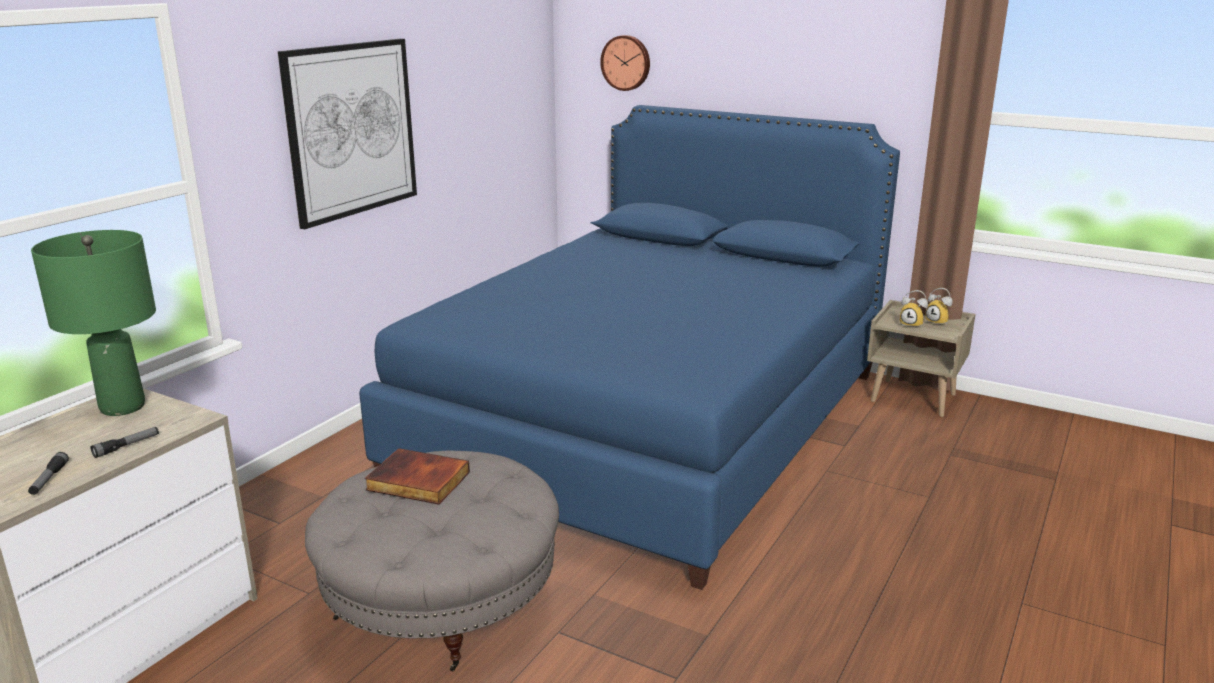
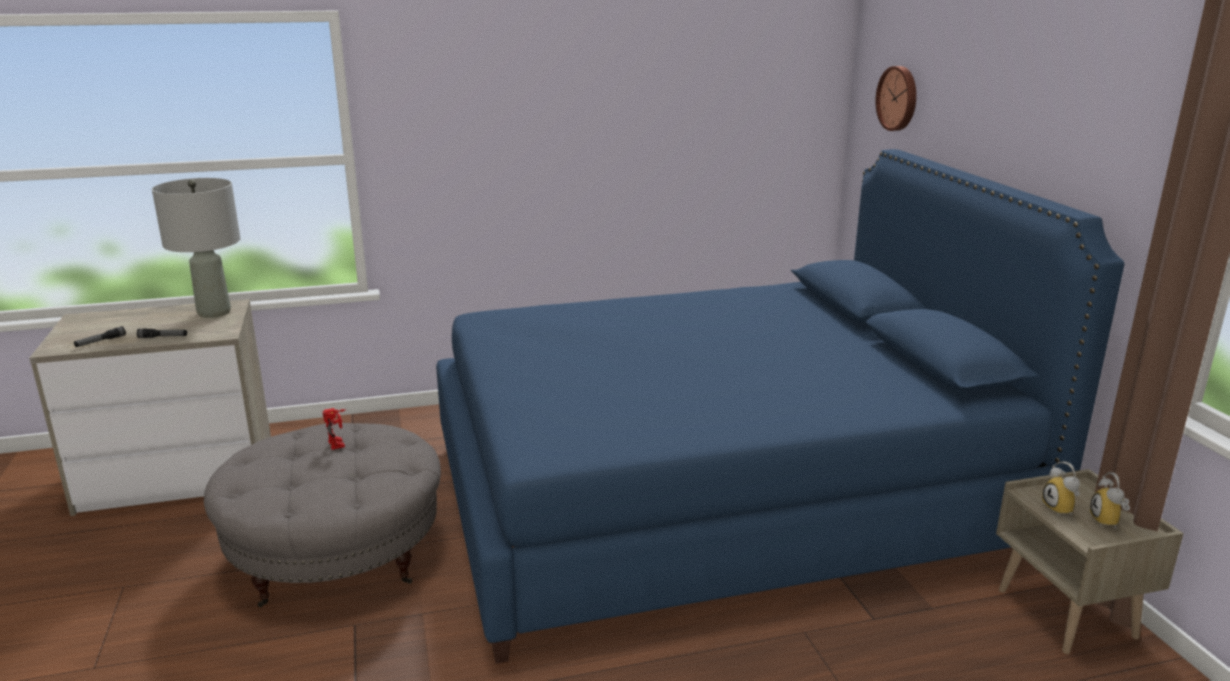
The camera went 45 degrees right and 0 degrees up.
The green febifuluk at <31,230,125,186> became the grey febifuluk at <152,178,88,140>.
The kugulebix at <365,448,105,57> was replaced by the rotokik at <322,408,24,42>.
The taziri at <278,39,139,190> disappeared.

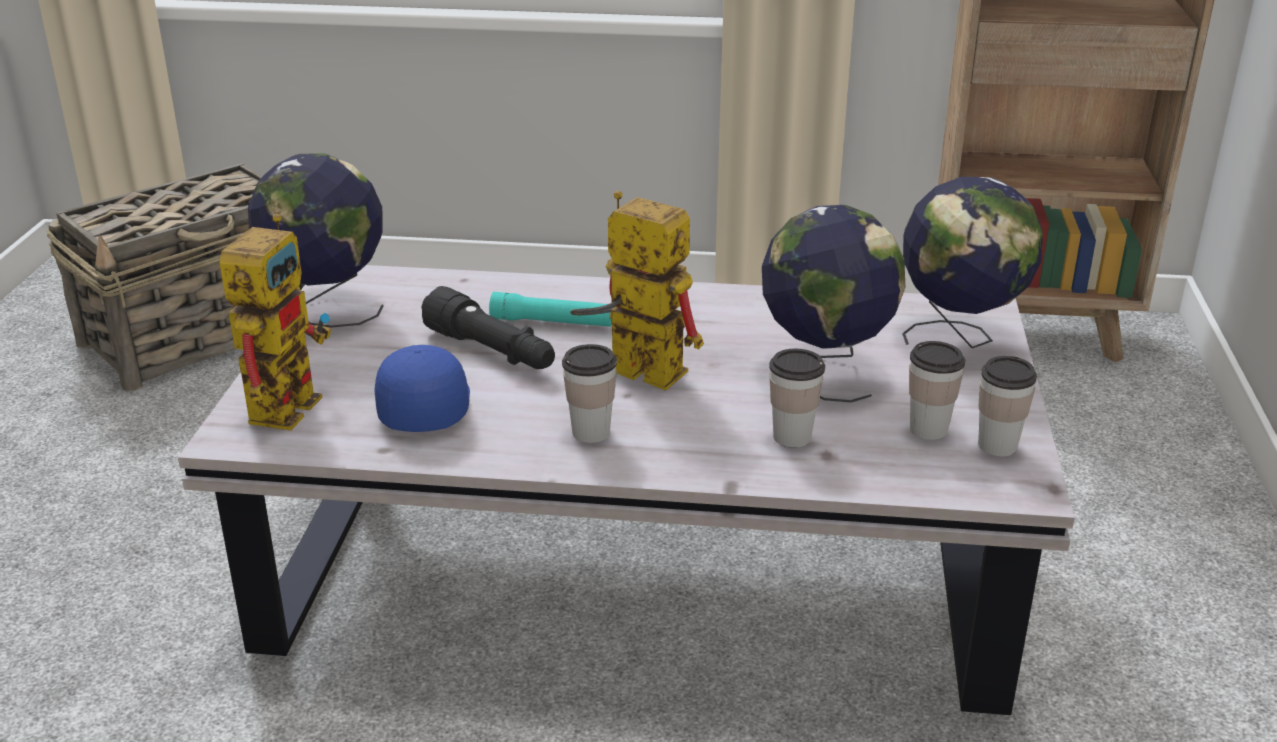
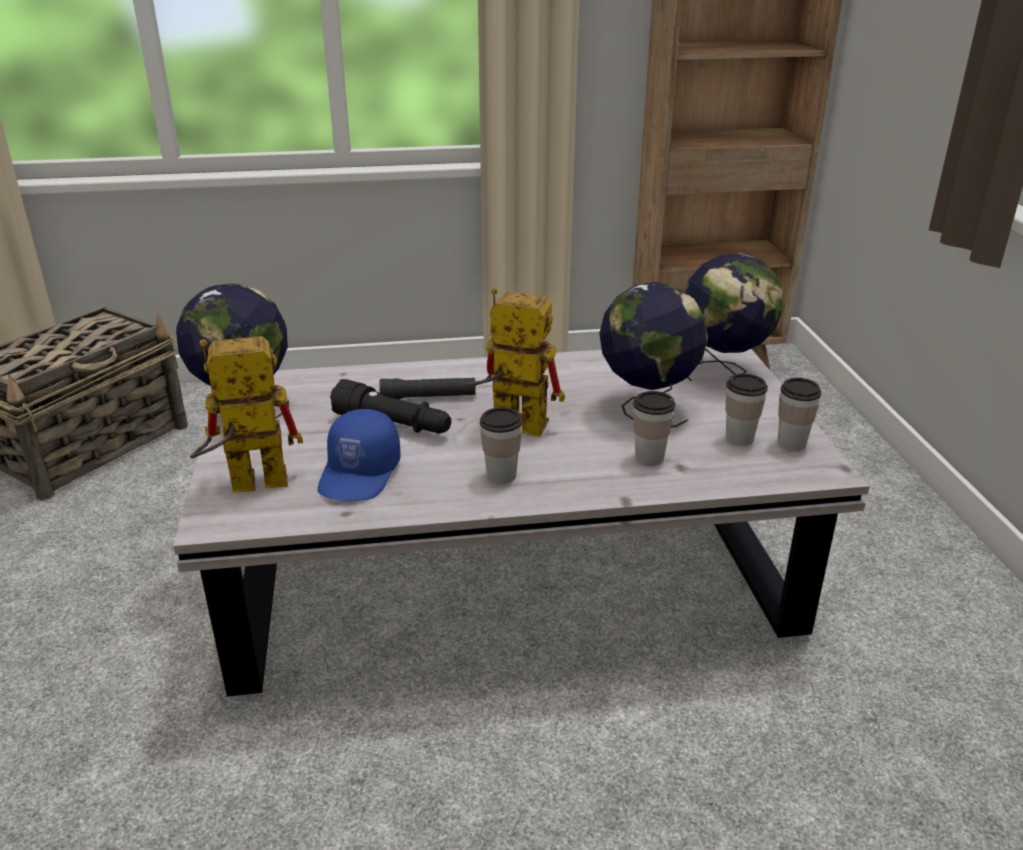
The camera went 15 degrees left and 0 degrees up.
The rotokik at <220,214,111,217> turned 105 degrees counterclockwise.
The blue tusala at <375,345,95,87> turned 150 degrees counterclockwise.
The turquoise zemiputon at <489,292,123,35> became the black zemiputon at <379,378,97,21>.

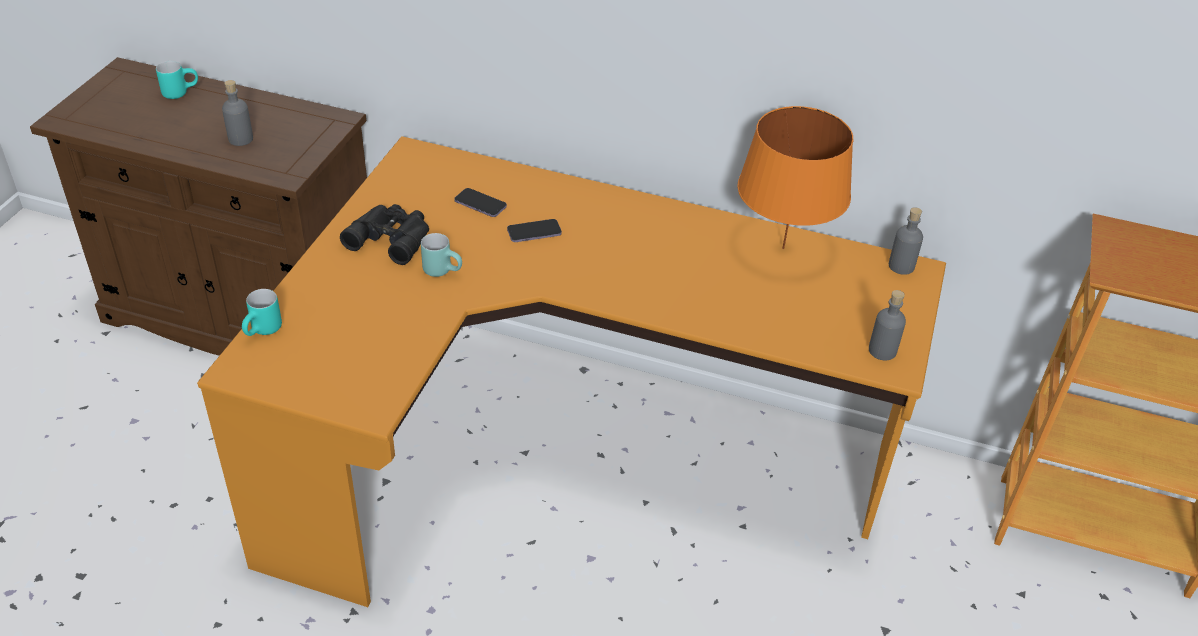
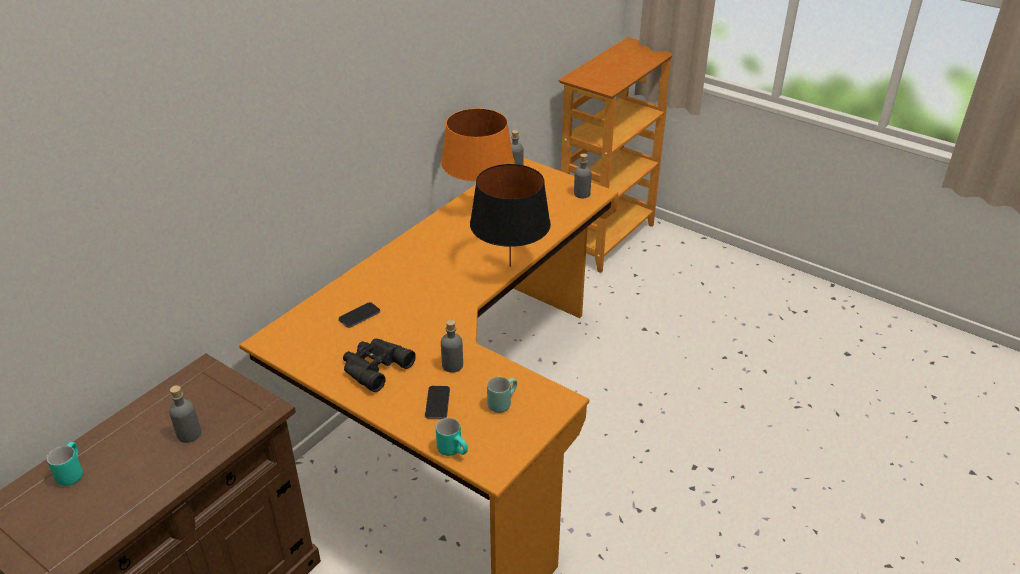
The camera went 70 degrees left and 5 degrees down.
The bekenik moved from <507,219,55,23> to <425,386,25,33>.
The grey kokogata at <441,319,22,54> appeared.
The black febifuluk at <470,164,81,103> appeared.
The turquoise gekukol moved from <421,233,41,44> to <487,377,30,36>.

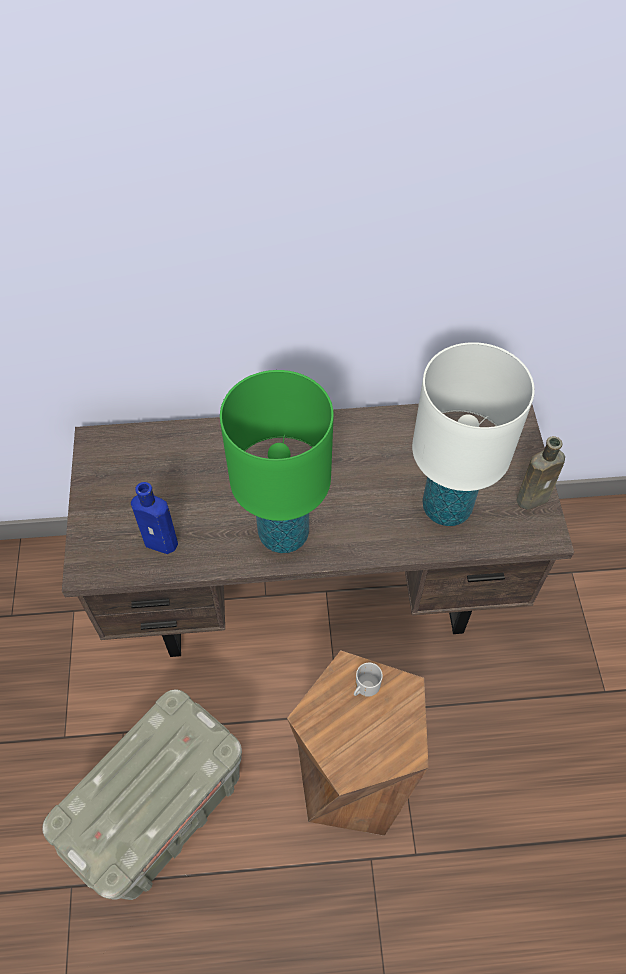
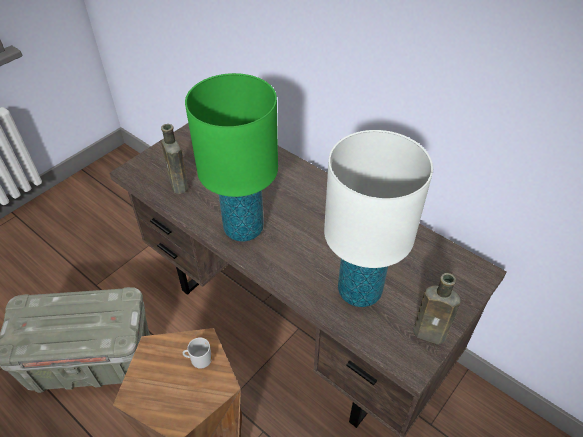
The camera went 45 degrees right and 10 degrees down.
The blue kokogata at <131,482,47,72> became the brown kokogata at <161,124,27,70>.

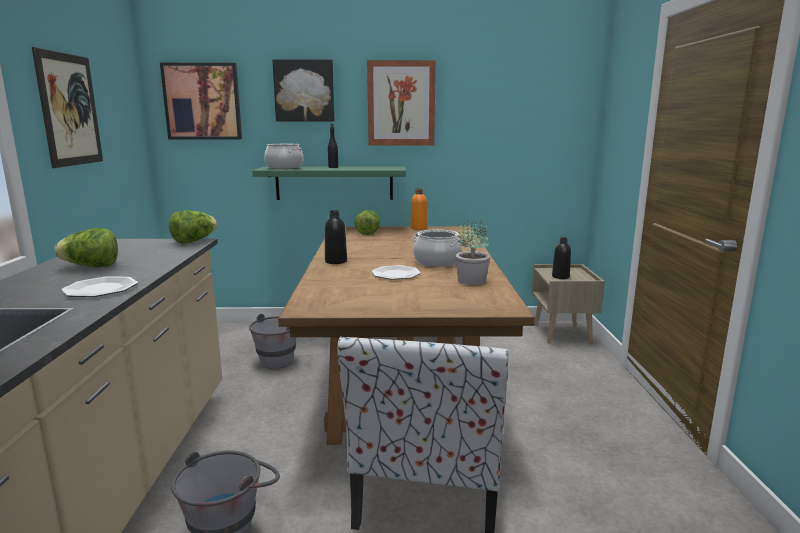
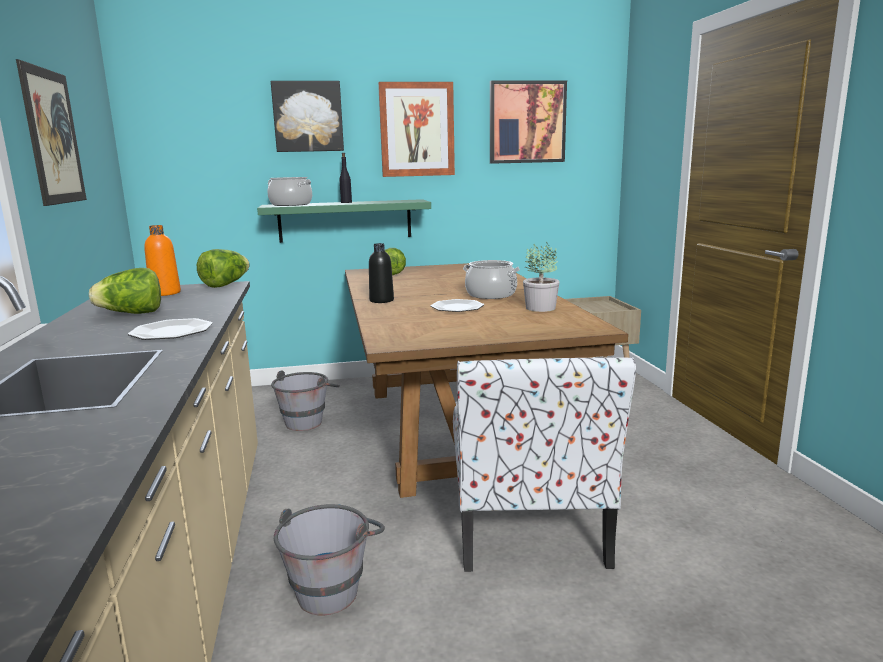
The camera went 10 degrees left and 0 degrees up.
The orange kokogata moved from <410,188,17,42> to <144,225,37,71>.
The taziri moved from <160,63,82,76> to <490,80,77,84>.
The black kokogata at <552,237,19,42> disappeared.

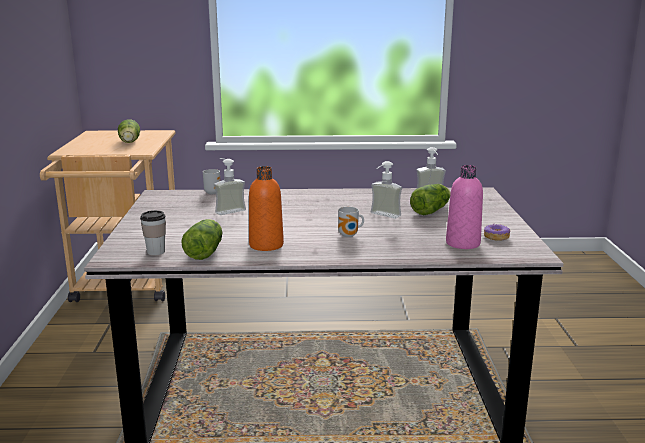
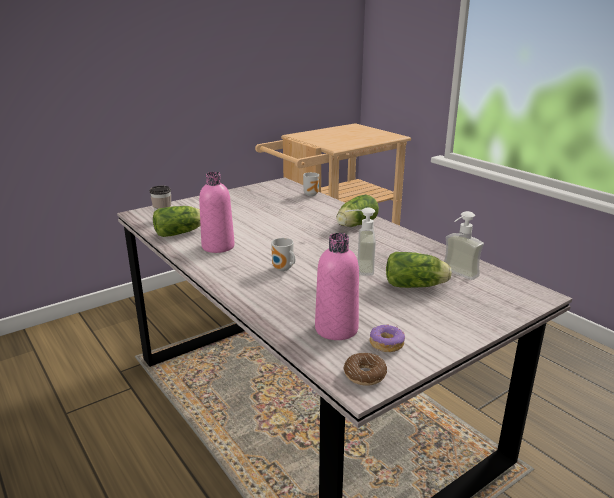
The camera went 55 degrees right and 5 degrees up.
The orange kokogata at <249,166,35,85> became the pink kokogata at <199,172,36,81>.
The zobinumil moved from <118,119,22,24> to <336,195,43,32>.
The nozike at <344,353,43,33> appeared.
The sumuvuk at <214,158,32,57> disappeared.

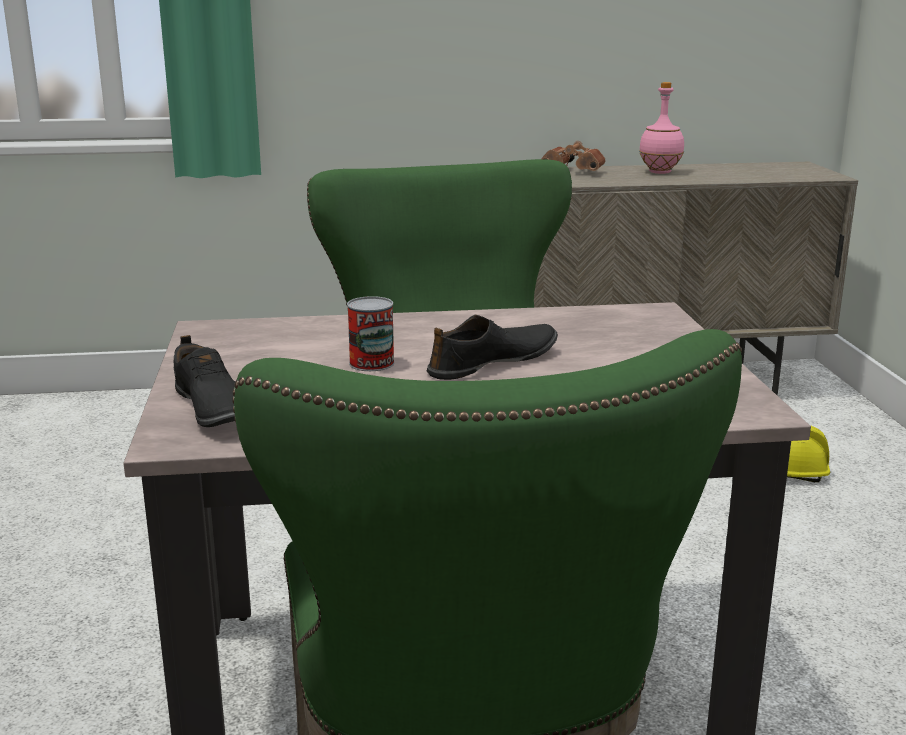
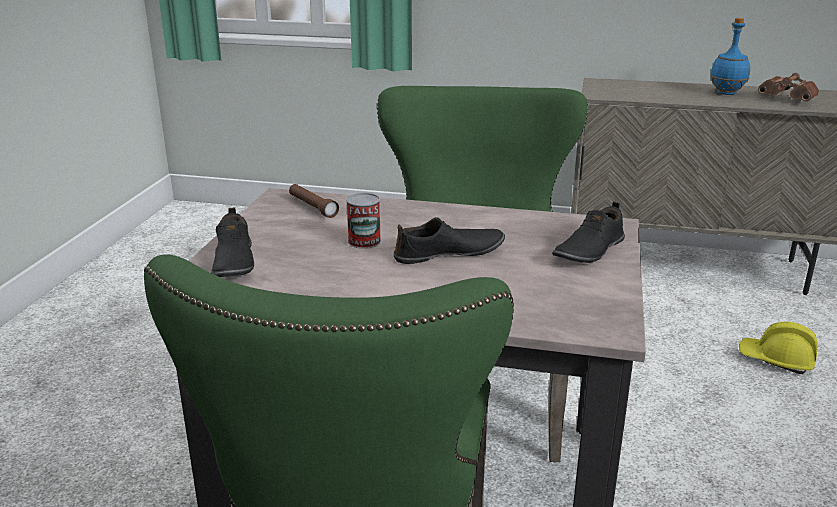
The camera went 20 degrees right and 5 degrees up.
The brown zemiputon at <289,184,50,34> appeared.
The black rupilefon at <552,201,73,62> appeared.
The pink kokogata at <639,82,45,92> became the blue kokogata at <710,18,40,77>.
The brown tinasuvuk moved from <541,141,64,30> to <758,73,61,29>.

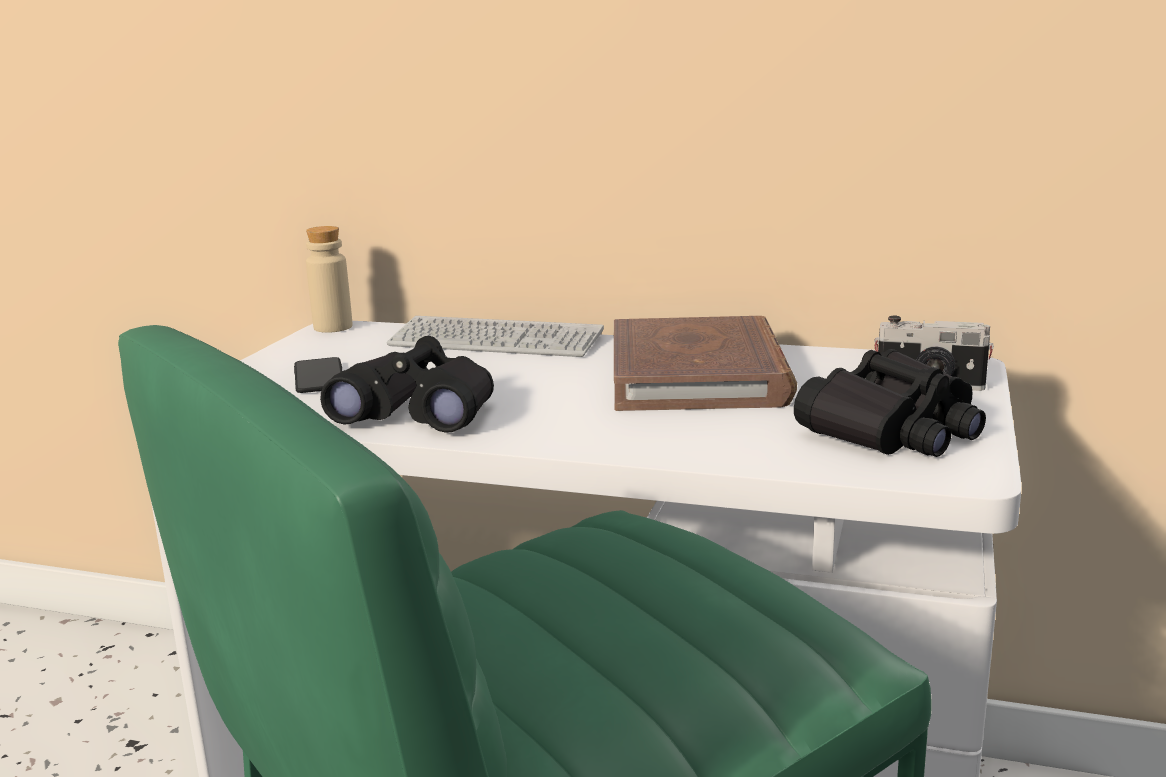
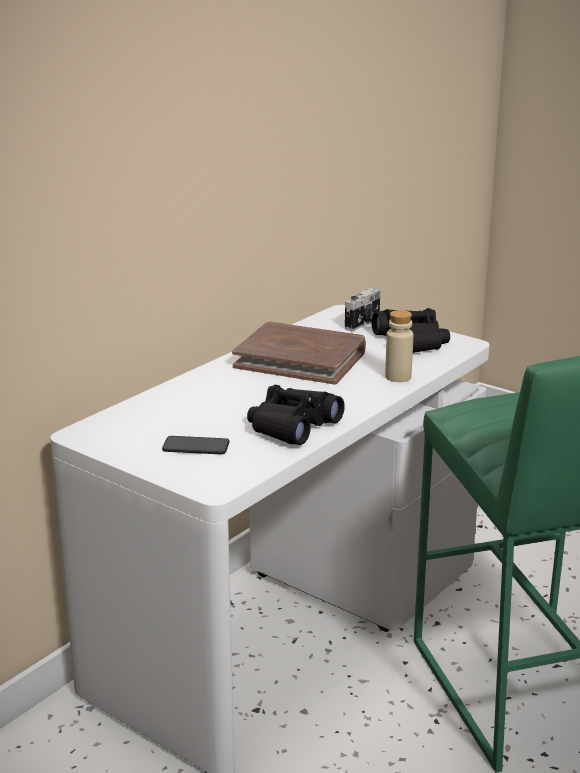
The camera went 70 degrees left and 5 degrees up.
The beige kokogata moved from <306,226,47,107> to <385,310,28,72>.
The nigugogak at <387,316,217,41> disappeared.

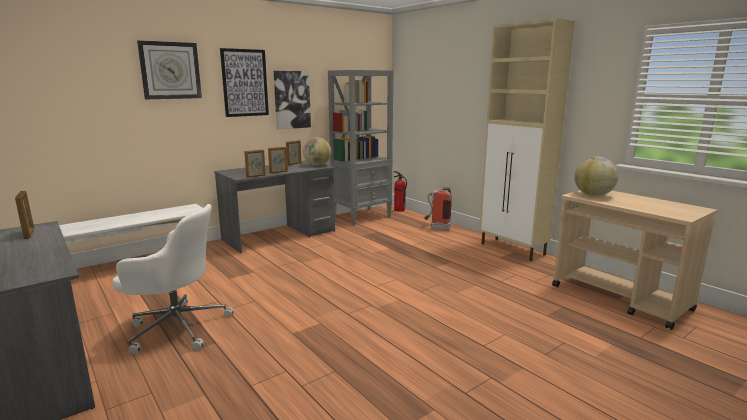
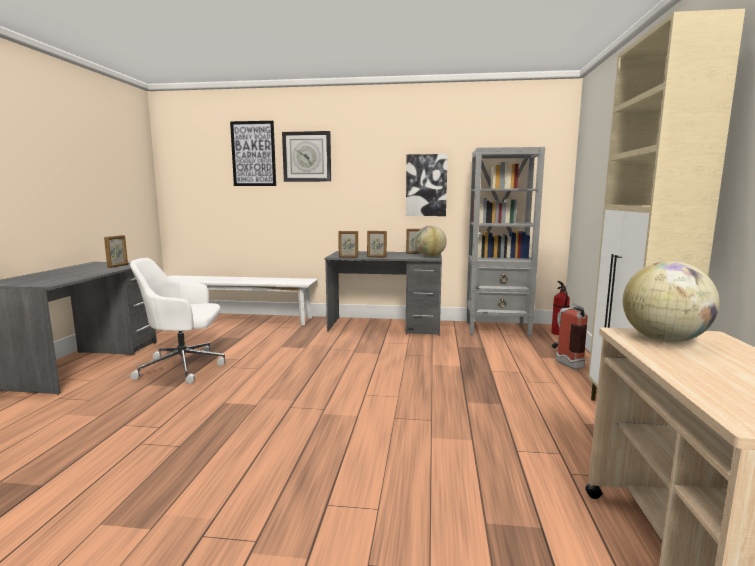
The camera went 45 degrees right and 5 degrees down.
The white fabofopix at <112,204,122,151> turned 120 degrees clockwise.
The taziri moved from <220,48,49,69> to <230,121,46,65>.

